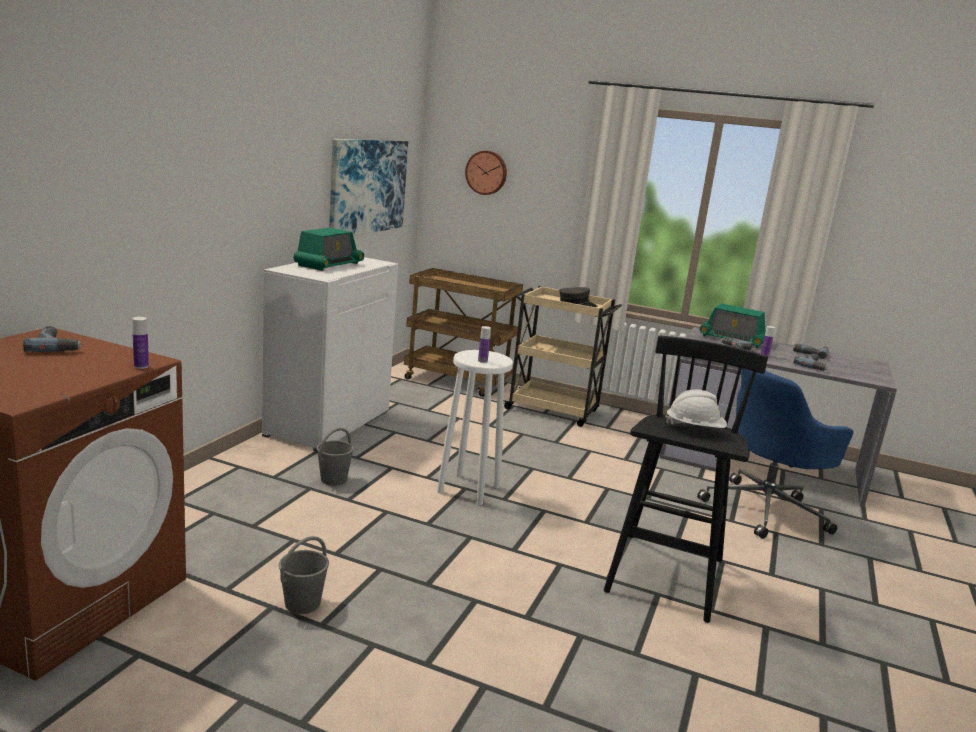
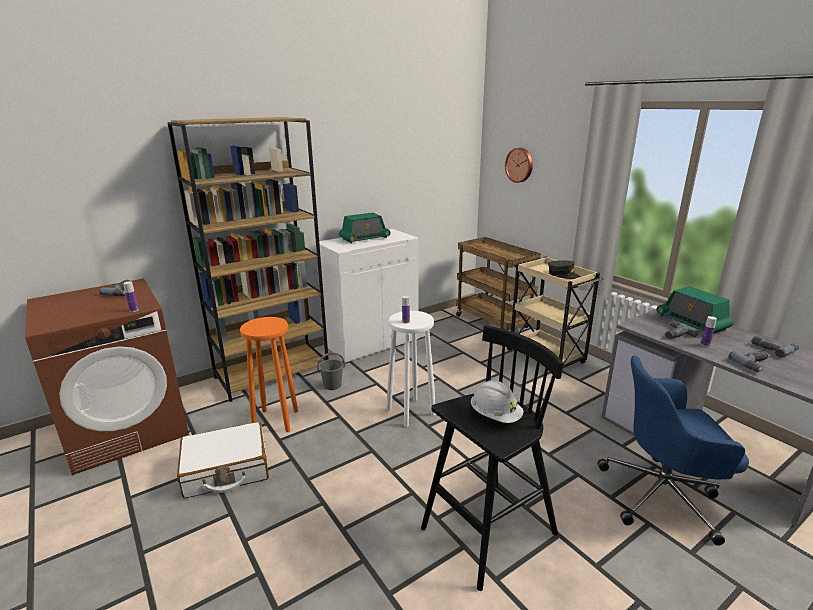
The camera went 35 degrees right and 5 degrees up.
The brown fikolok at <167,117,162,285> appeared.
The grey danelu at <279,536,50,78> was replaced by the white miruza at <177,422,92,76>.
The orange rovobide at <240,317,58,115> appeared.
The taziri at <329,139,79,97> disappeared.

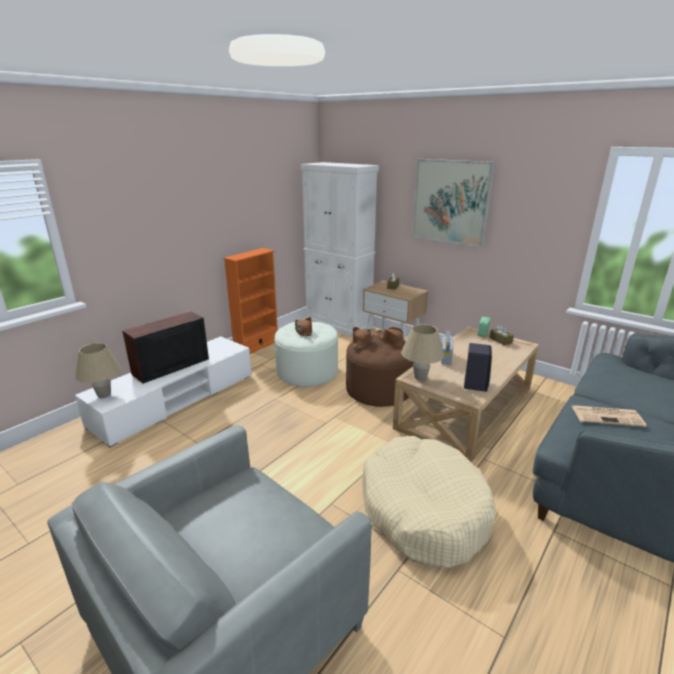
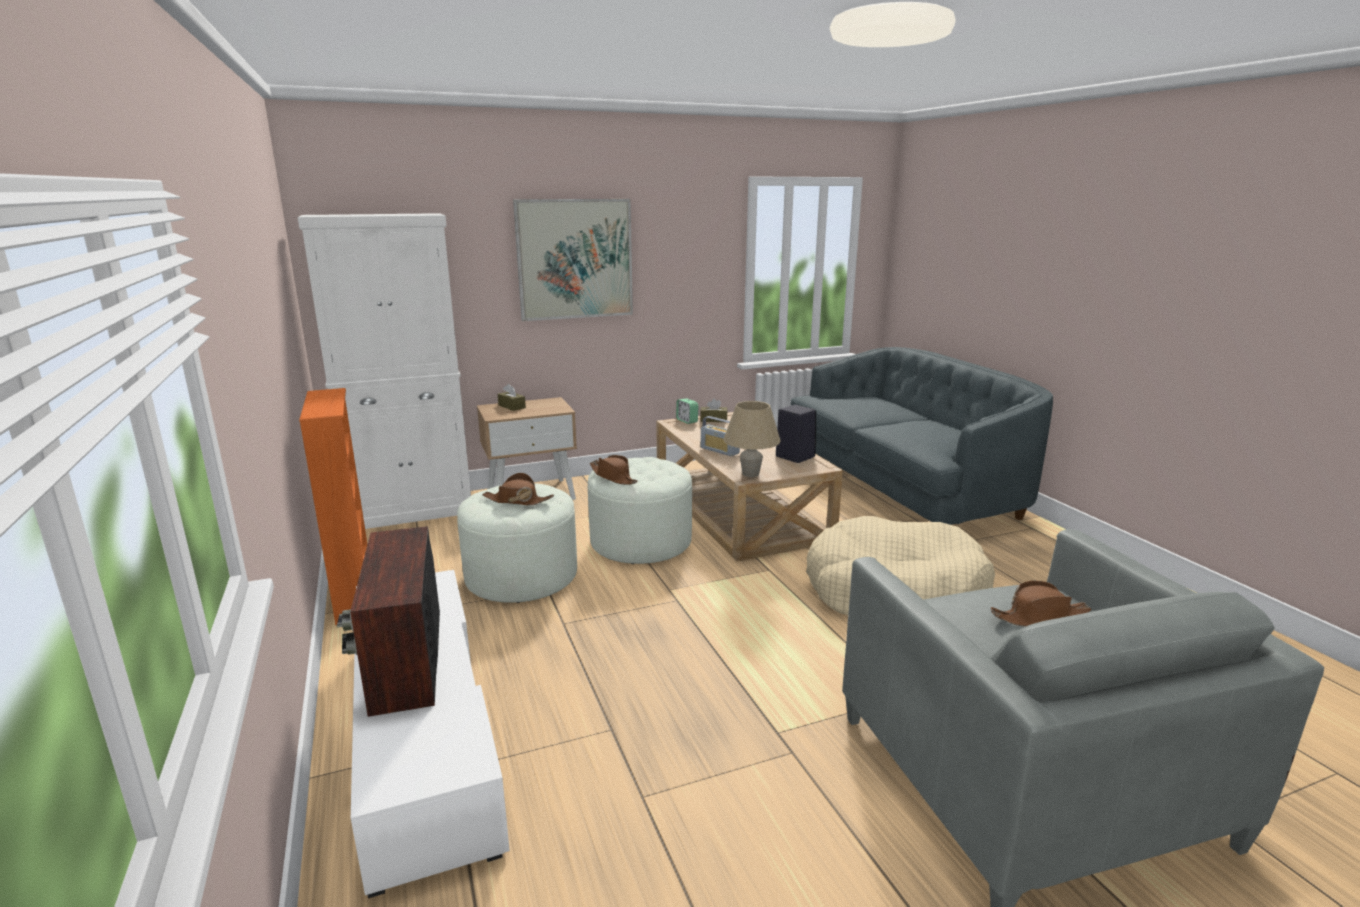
The camera went 60 degrees left and 5 degrees down.
The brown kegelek at <346,335,68,72> became the white kegelek at <588,457,104,107>.
The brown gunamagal moved from <376,327,29,20> to <991,581,100,46>.
The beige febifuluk at <75,343,47,55> disappeared.
The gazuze at <572,405,75,22> disappeared.

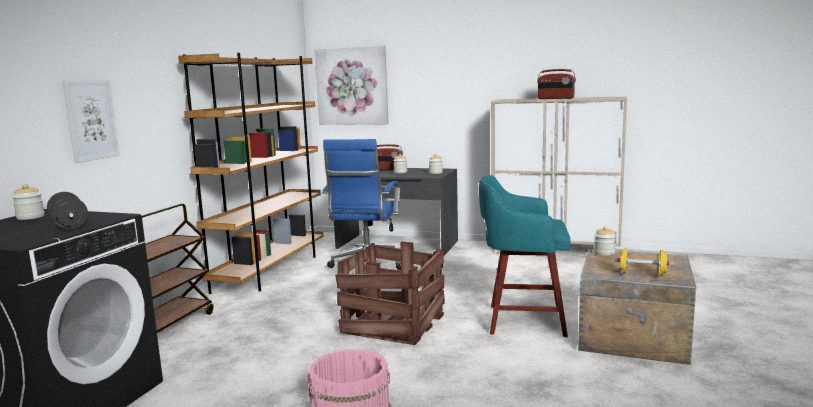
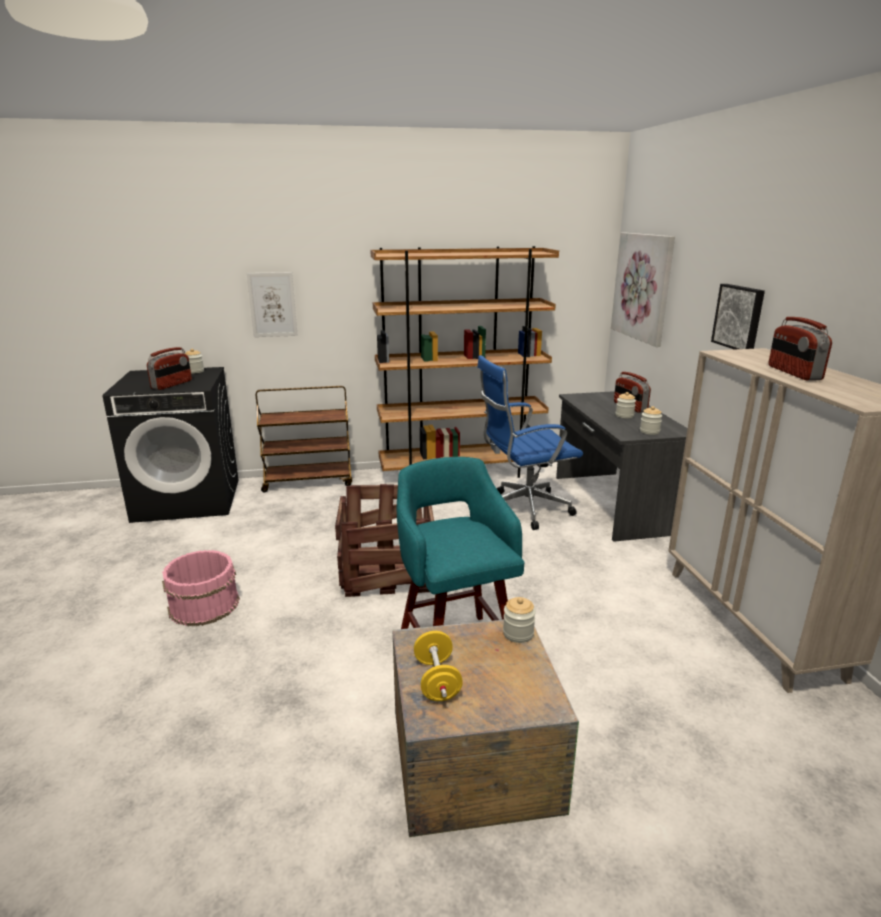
The camera went 60 degrees right and 10 degrees up.
The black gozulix at <47,192,41,37> was replaced by the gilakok at <147,347,45,43>.
The taziri at <711,284,54,65> appeared.

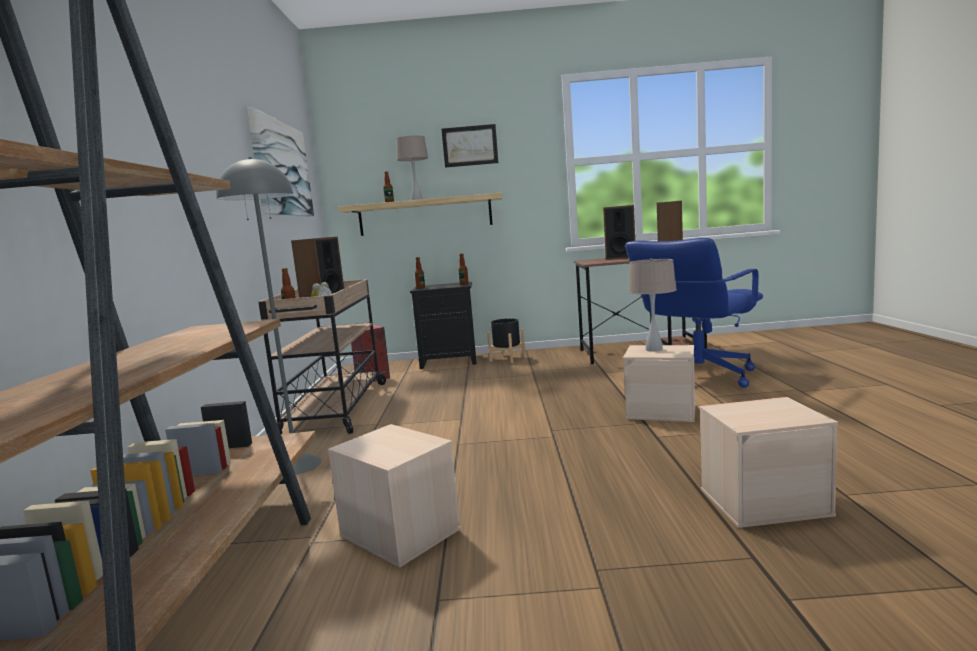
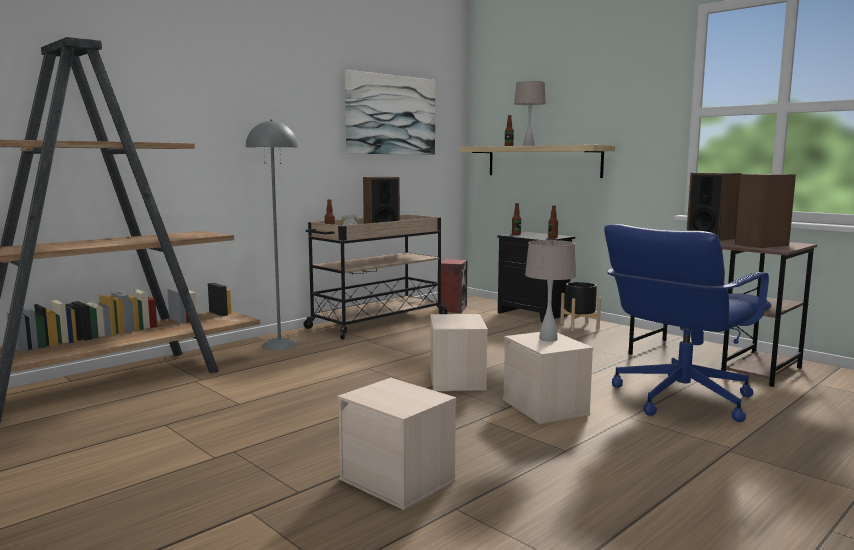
The camera went 45 degrees right and 0 degrees up.
The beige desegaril moved from <328,424,133,144> to <430,314,58,77>.
The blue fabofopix at <625,238,138,150> turned 45 degrees counterclockwise.
The taziri at <442,124,56,44> disappeared.

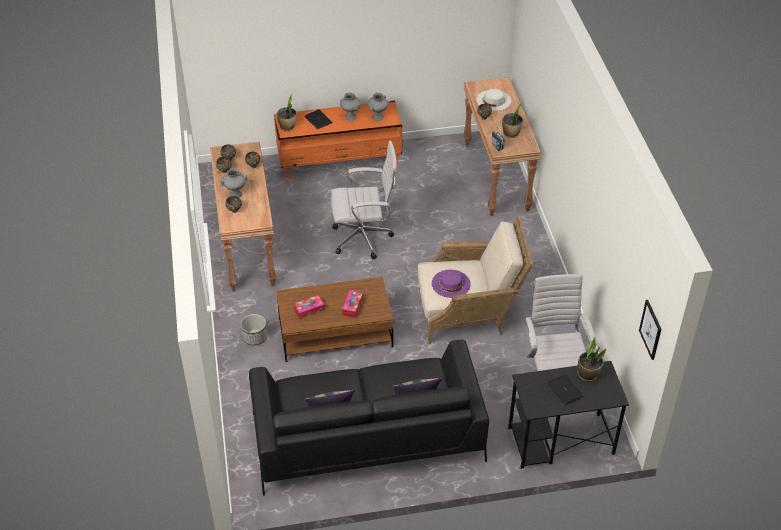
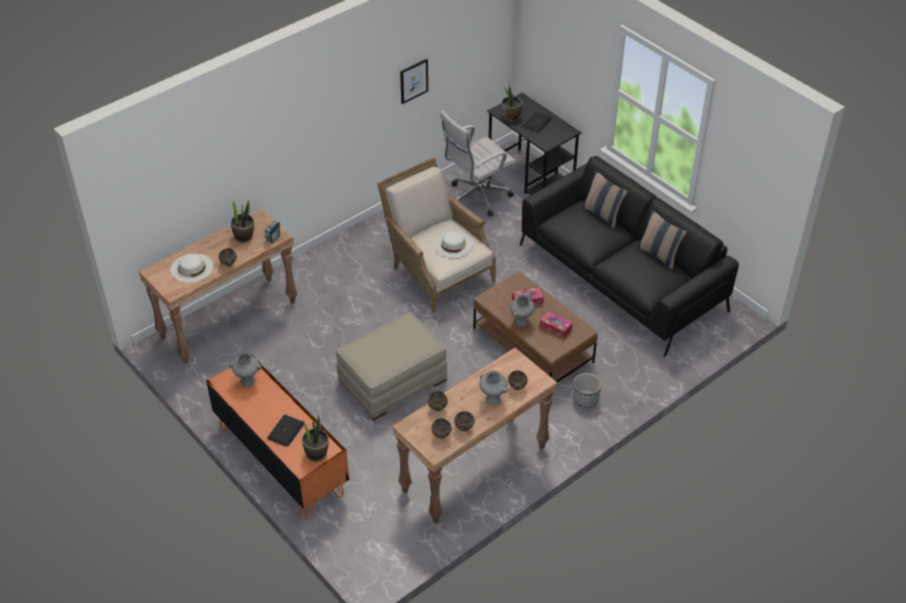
The camera went 120 degrees left and 0 degrees up.
The white fabofopix at <331,141,66,118> was replaced by the beige kegelek at <336,312,111,108>.
The taziri moved from <639,300,22,60> to <400,59,28,45>.
The purple gunamagal at <432,270,39,28> became the white gunamagal at <434,231,39,27>.
The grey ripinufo moved from <340,93,21,28> to <510,294,25,33>.

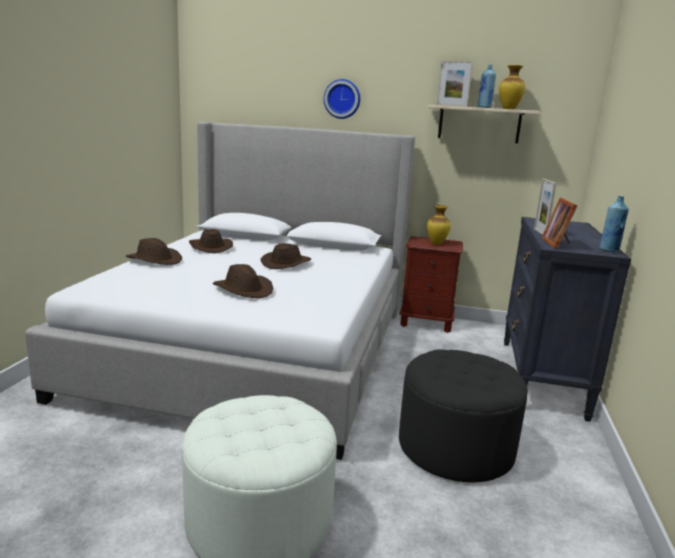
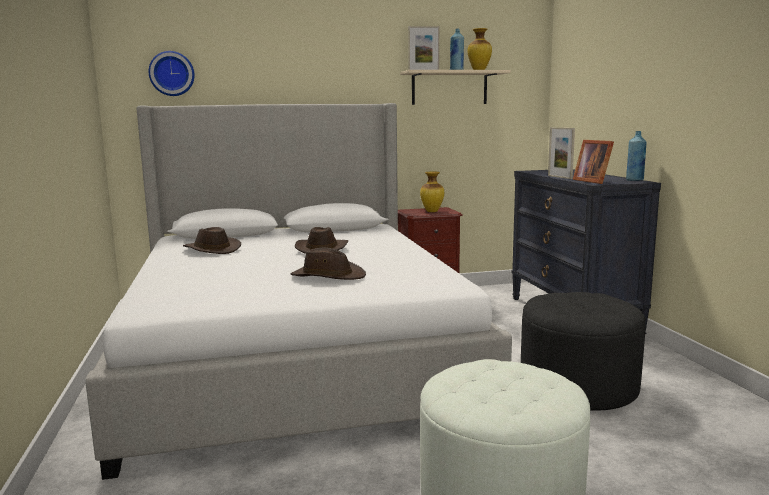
The camera went 25 degrees left and 5 degrees down.
The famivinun moved from <324,79,36,40> to <149,51,46,45>.
The brown gunamagal at <126,238,56,27> disappeared.

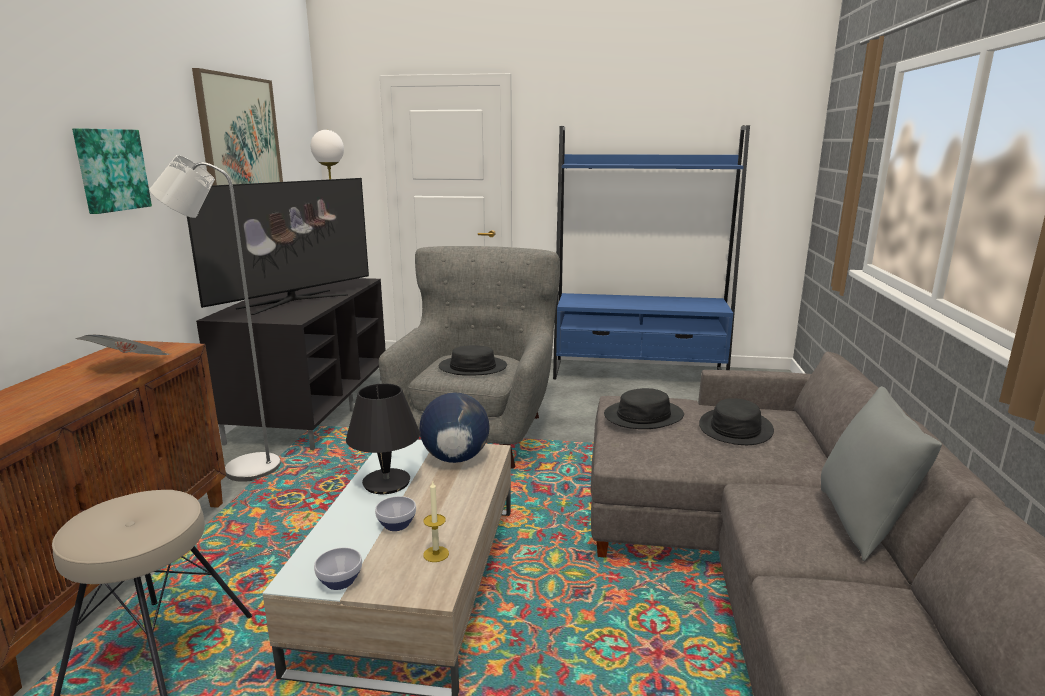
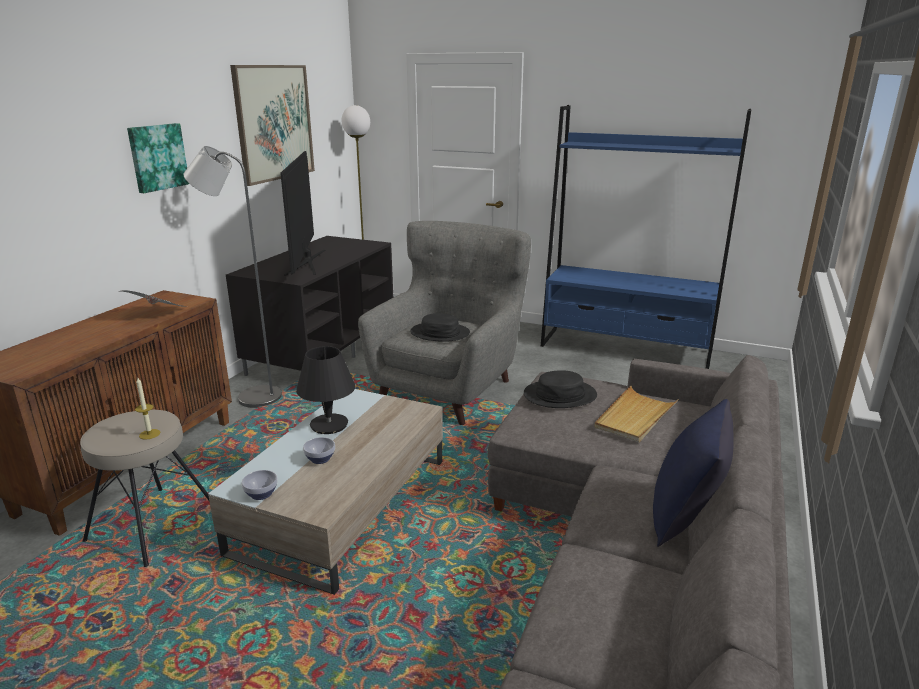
The camera went 15 degrees right and 5 degrees up.
The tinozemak moved from <423,482,26,80> to <135,378,25,62>.
The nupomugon at <187,178,182,137> turned 120 degrees clockwise.
The black gunamagal at <699,398,75,47> was replaced by the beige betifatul at <594,386,85,57>.
The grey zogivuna at <821,386,121,175> became the blue zogivuna at <653,399,80,148>.
The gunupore at <419,392,71,71> disappeared.

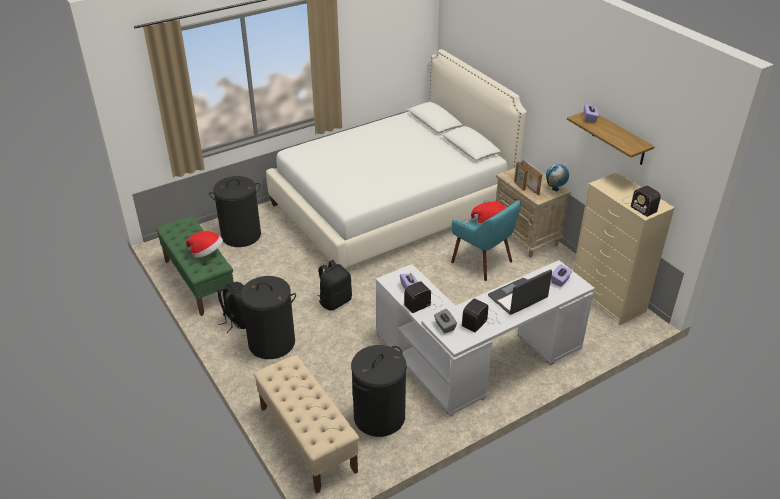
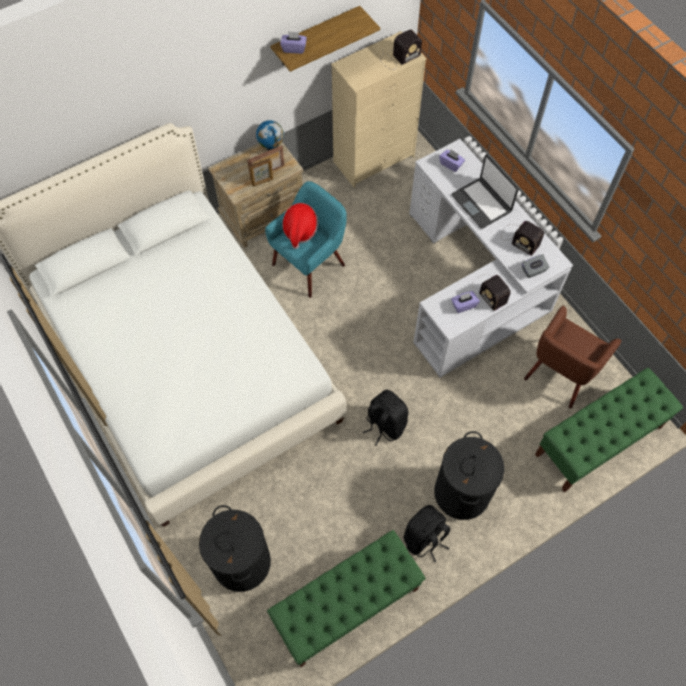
The camera went 90 degrees left and 25 degrees up.
The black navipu at <351,345,56,92> was replaced by the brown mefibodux at <524,306,97,103>.
The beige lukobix at <254,355,106,138> became the green lukobix at <535,368,148,124>.
The gunamagal at <186,231,37,27> disappeared.

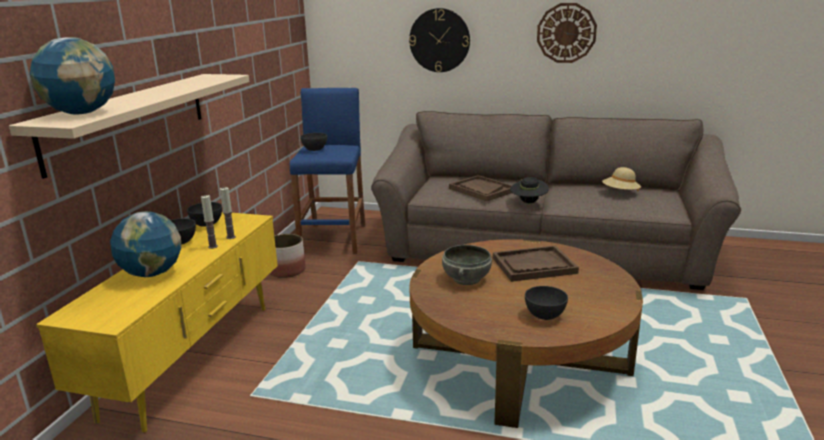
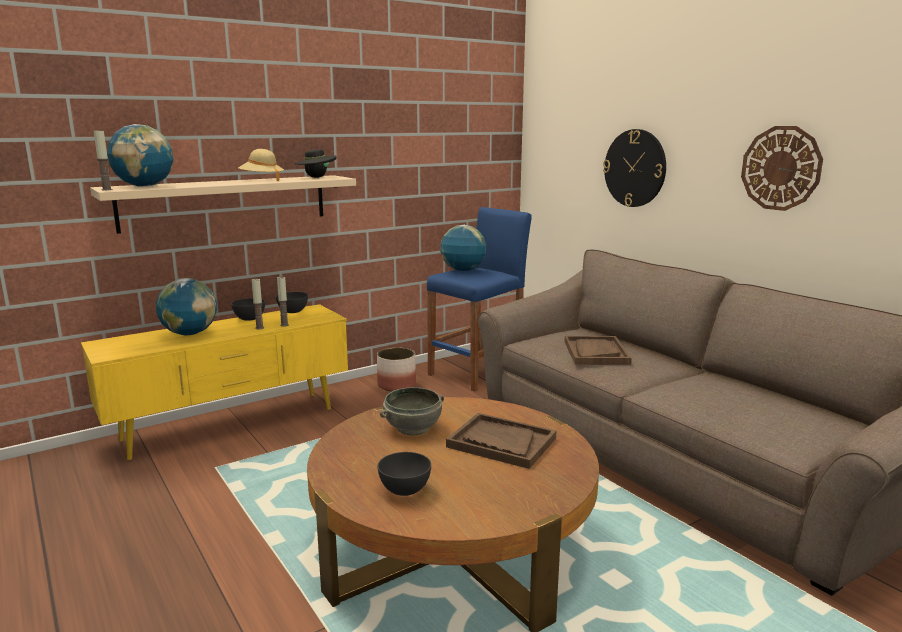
The camera went 40 degrees right and 5 degrees down.
The tinozemak at <93,129,20,61> appeared.
The beige gunamagal moved from <602,167,39,24> to <238,149,46,32>.
The black gunamagal moved from <510,177,39,26> to <294,149,43,29>.
The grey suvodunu at <300,133,27,18> was replaced by the gunupore at <440,225,46,46>.

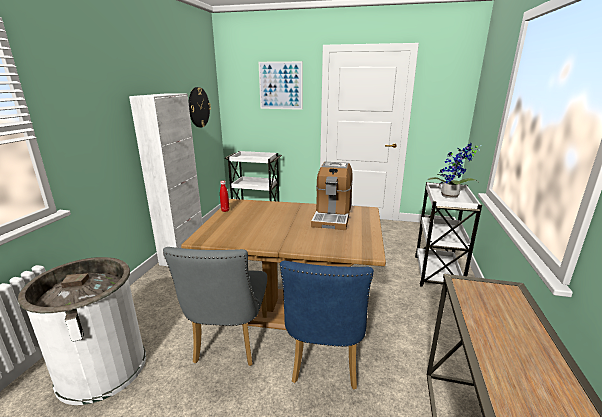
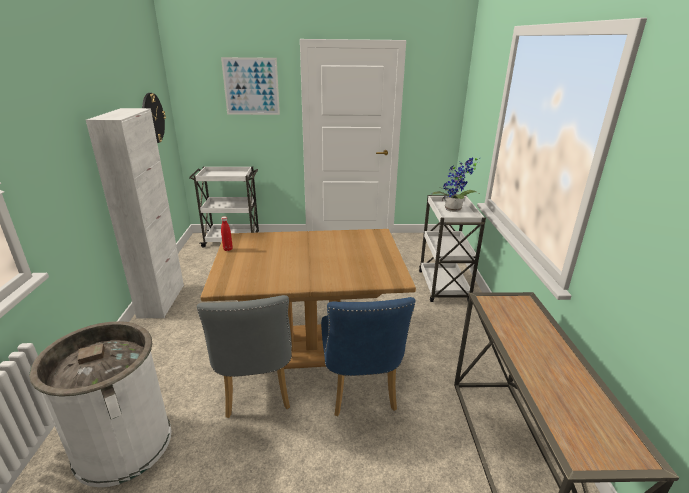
The camera went 15 degrees left and 5 degrees up.
The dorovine at <311,162,42,68> disappeared.

